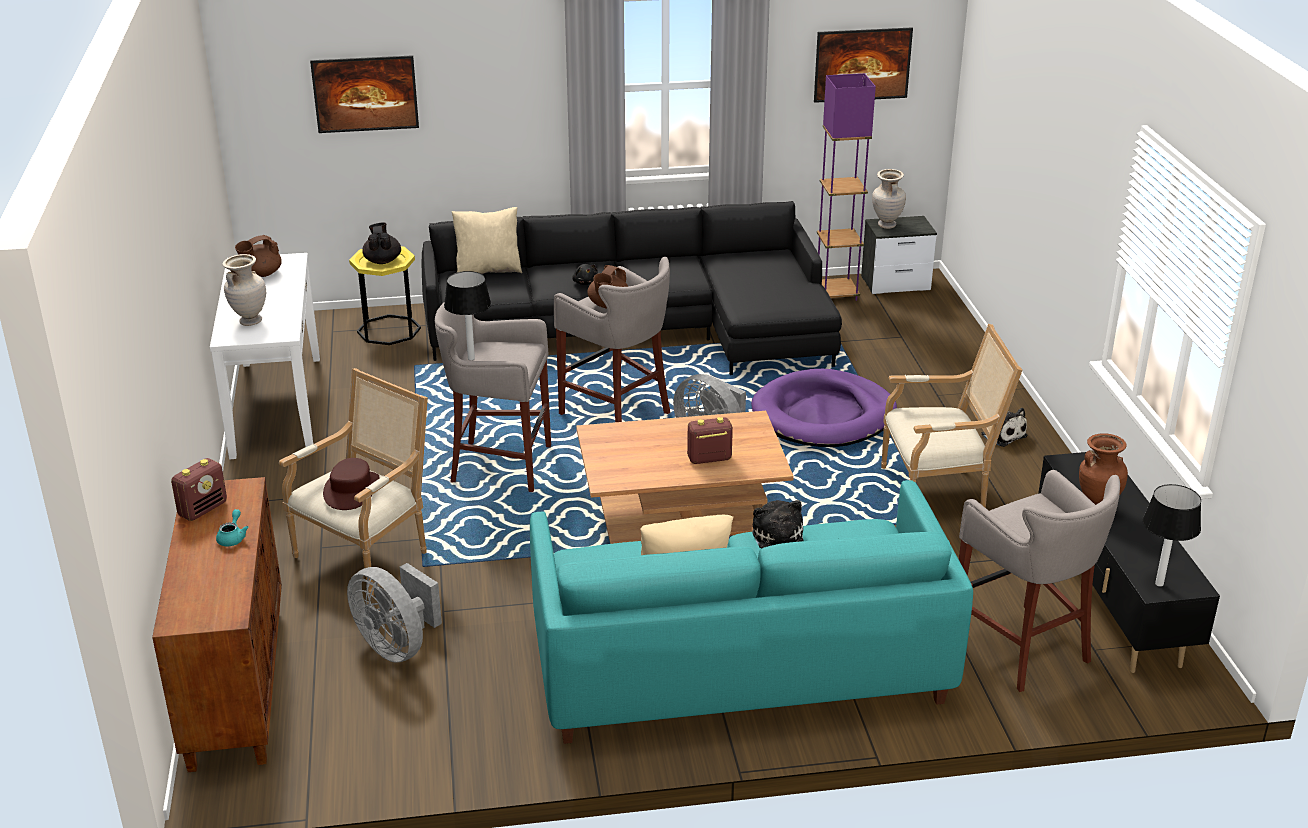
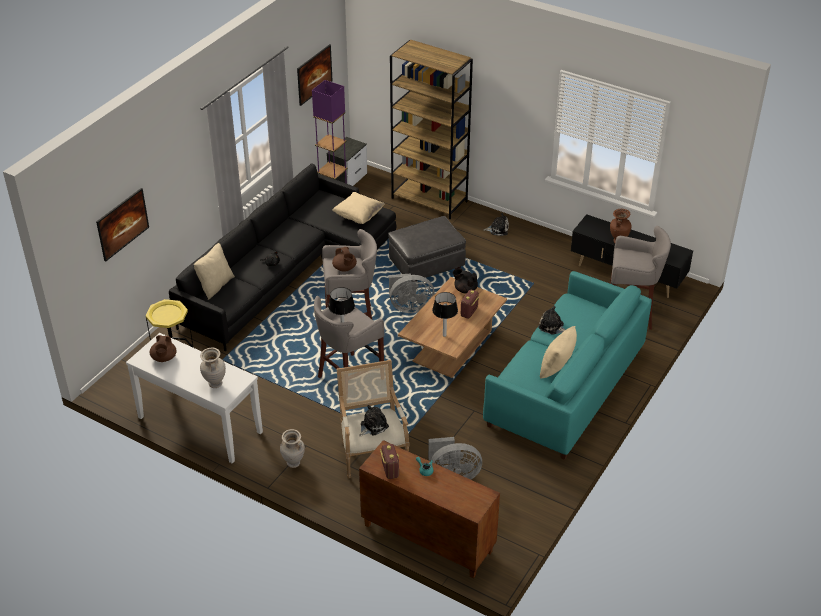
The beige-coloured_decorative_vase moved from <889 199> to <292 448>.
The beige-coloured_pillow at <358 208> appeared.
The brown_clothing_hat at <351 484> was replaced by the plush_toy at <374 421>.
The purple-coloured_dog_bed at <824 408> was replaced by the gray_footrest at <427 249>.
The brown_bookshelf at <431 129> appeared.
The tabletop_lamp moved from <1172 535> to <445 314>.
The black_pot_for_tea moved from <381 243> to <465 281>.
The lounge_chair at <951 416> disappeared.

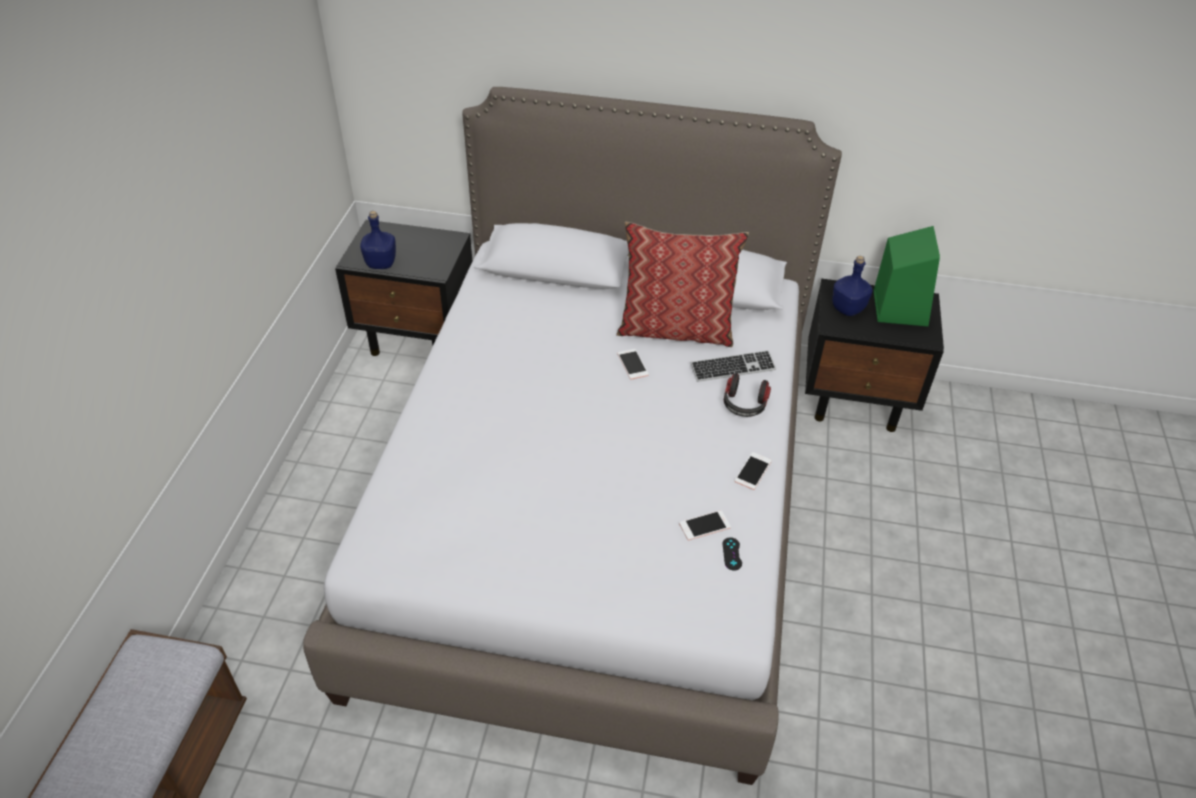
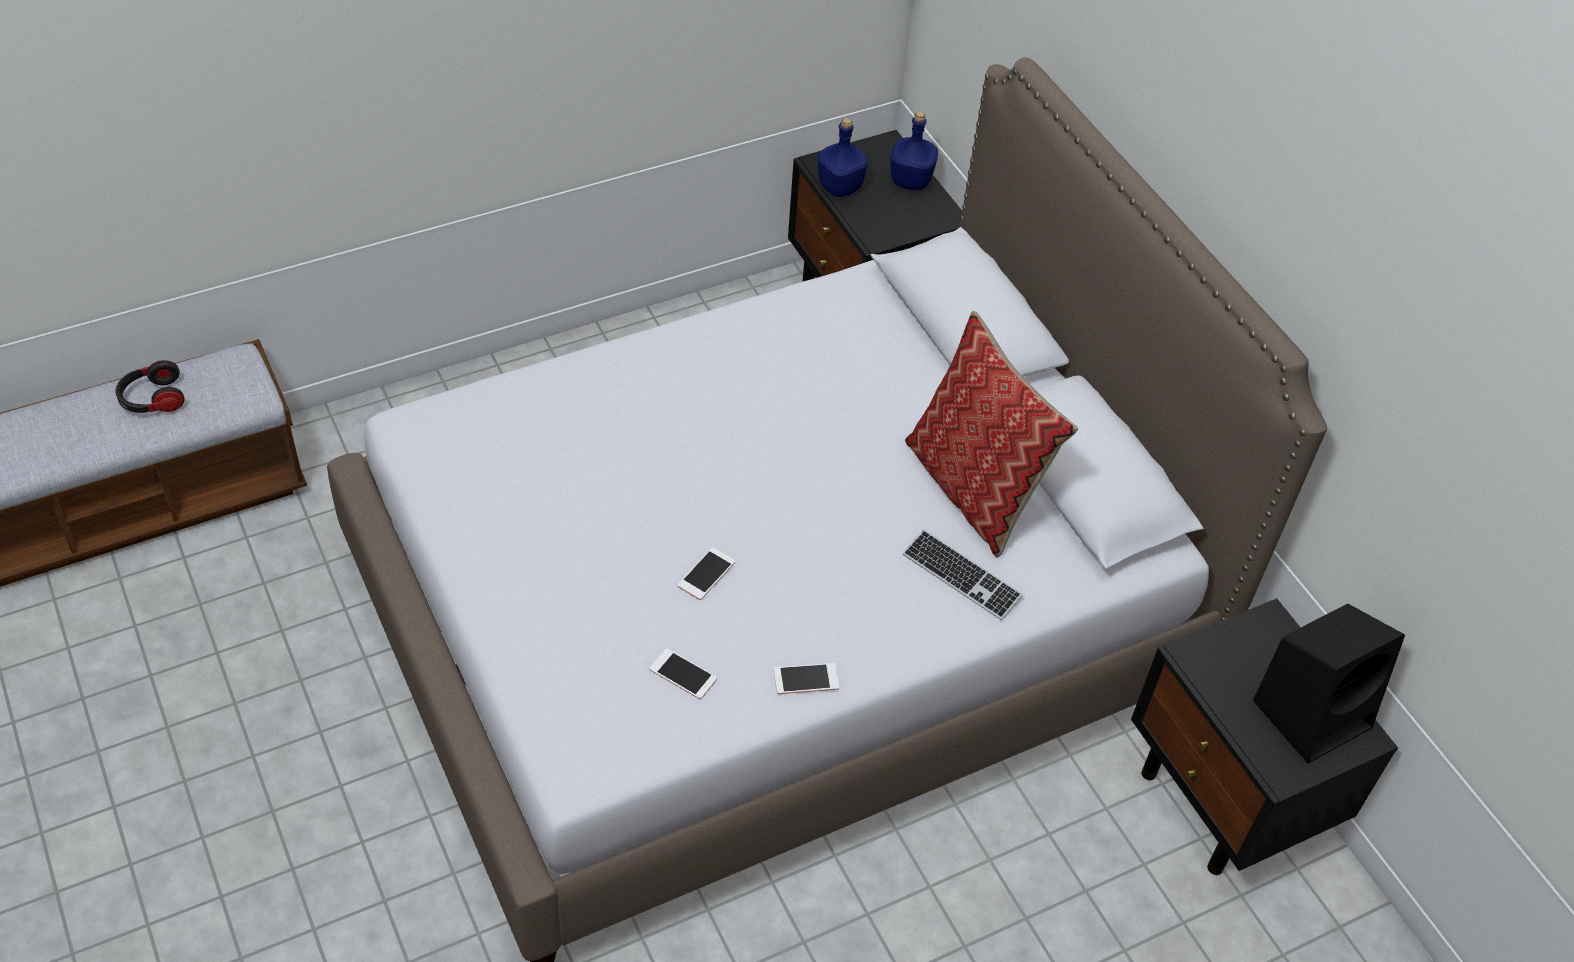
The pair_of_headphones moved from <747 395> to <150 386>.
The phone moved from <633 364> to <706 573>.
The blue_drink_bottle moved from <852 286> to <914 151>.
The greenish_speaker at <907 276> became the black_speaker at <1329 683>.
The black_game_controller at <732 554> disappeared.

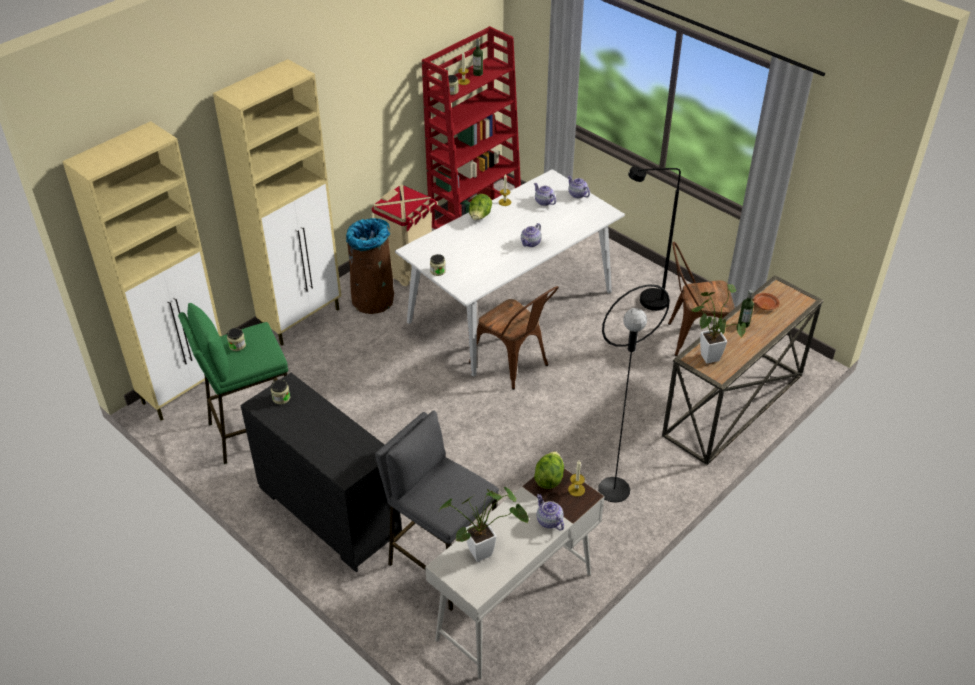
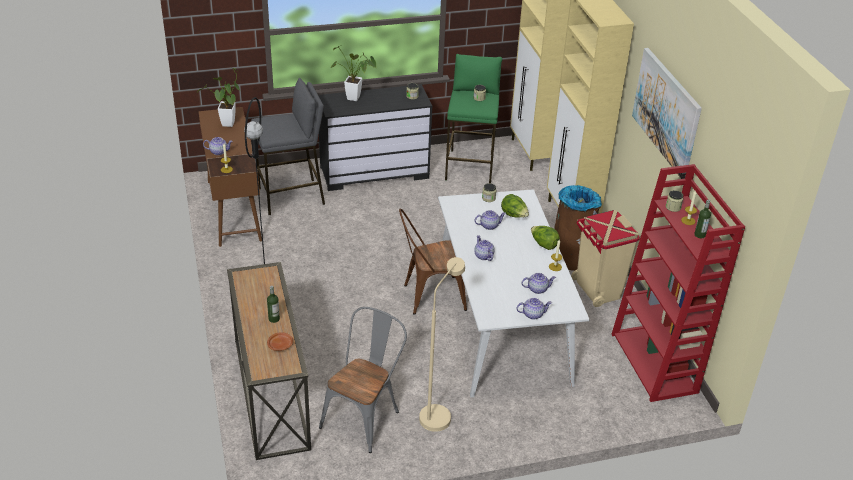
The white-coloured_desk at <514 573> became the brown_desk at <230 177>.
The brown_chair at <701 299> became the gray_chair at <363 380>.
The houseplant moved from <718 323> to <353 73>.
The black_standing_lamp at <654 238> became the beige-coloured_standing_lamp at <442 344>.
The pot_for_tea at <490 220> appeared.
The lettuce moved from <549 470> to <515 206>.
The wall_art at <667 113> appeared.

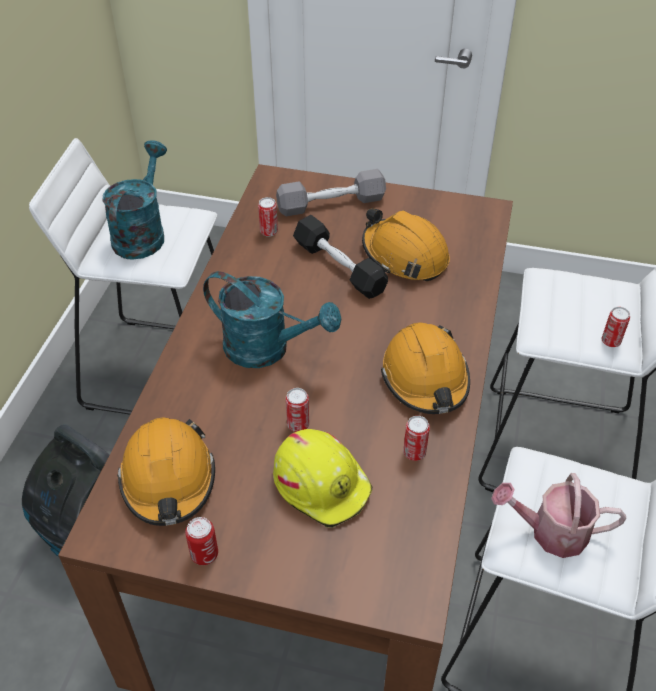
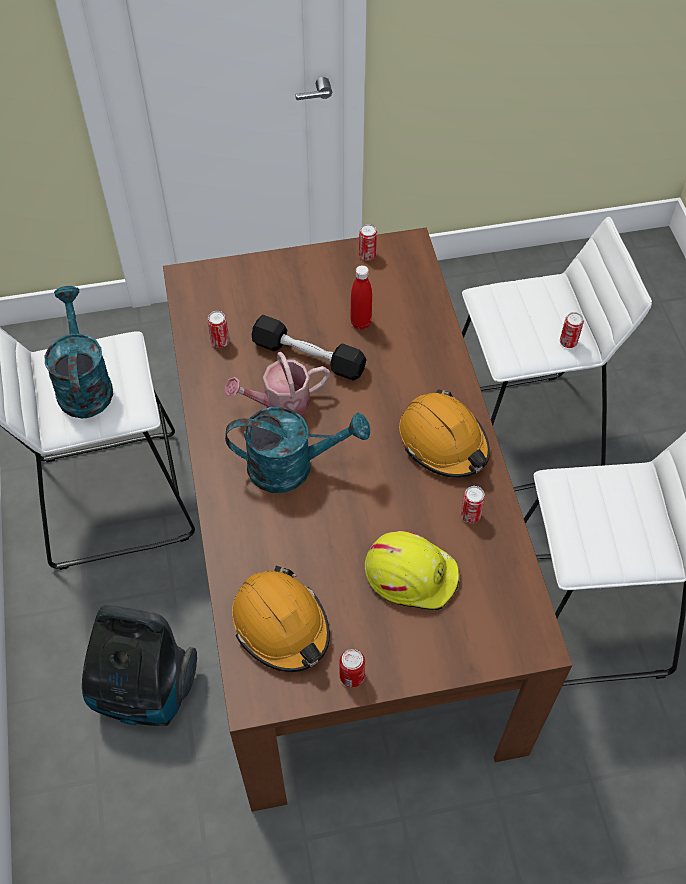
The sprinkling_can moved from <558 515> to <277 384>.
The orange_hard_hat at <406 244> was replaced by the red-coloured_drink_bottle at <361 297>.
The metal_can moved from <297 410> to <368 242>.
The gray_hand_weight at <331 192> disappeared.

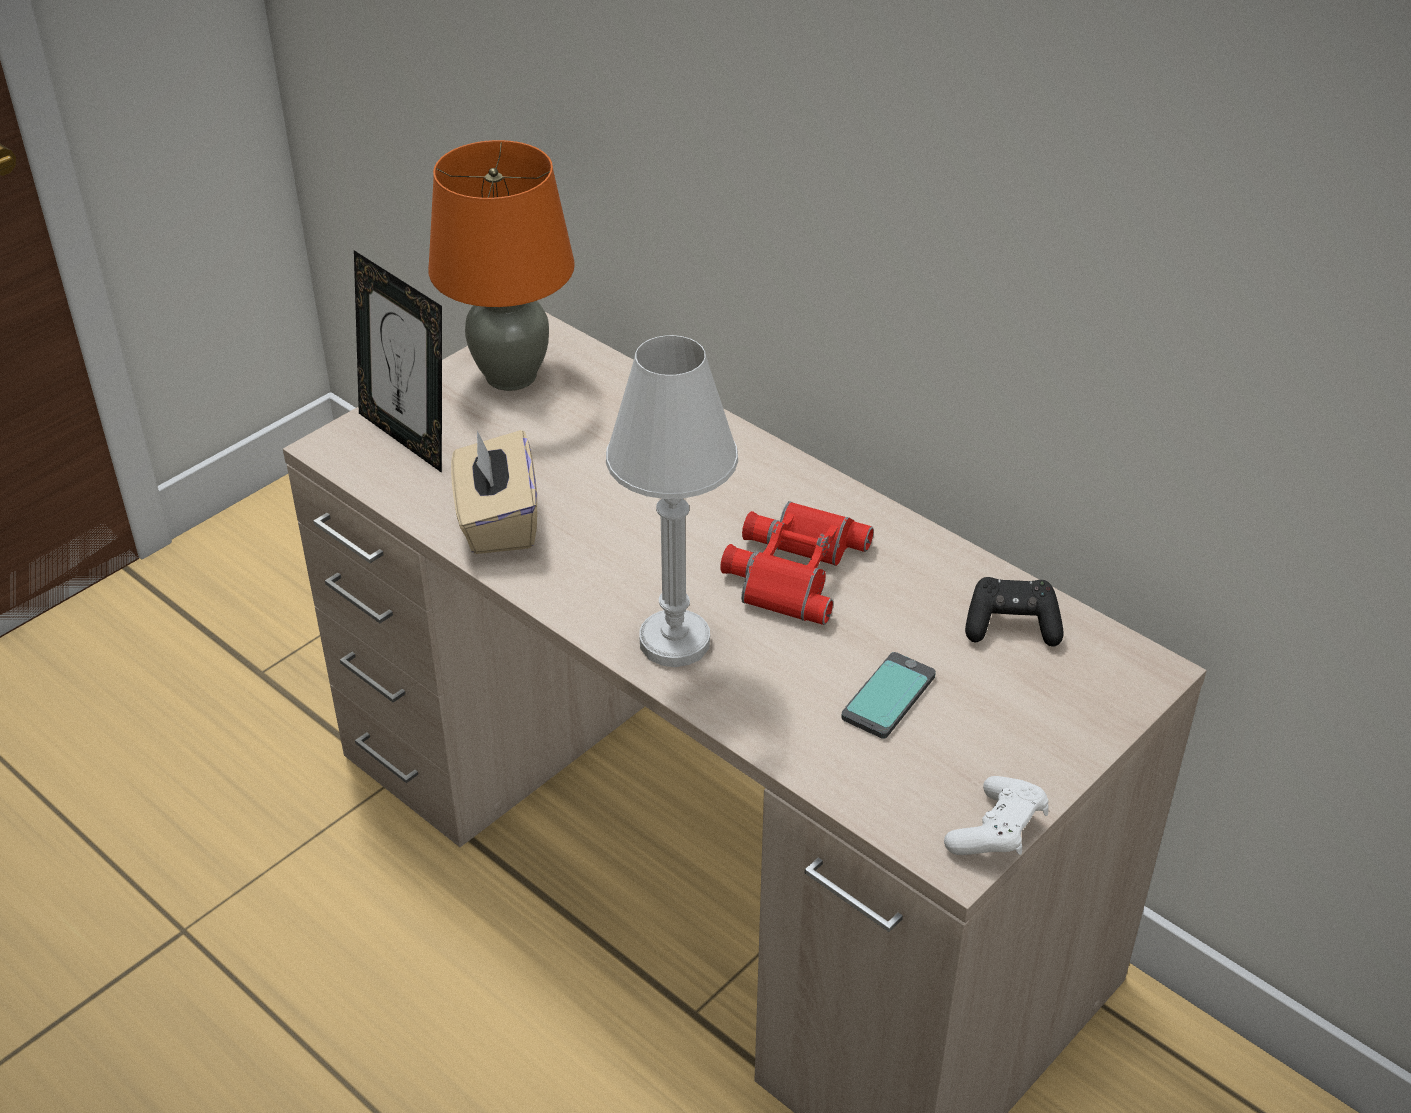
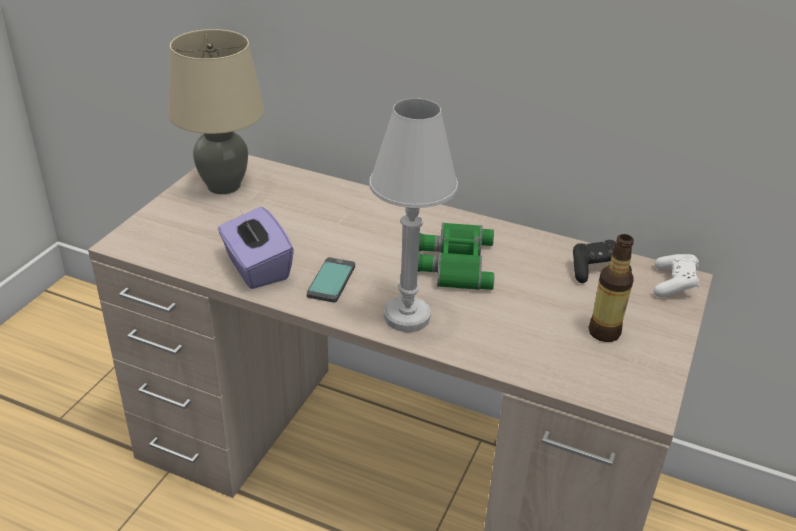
The orange_tabletop_lamp at <501 265> became the beige-coloured_tabletop_lamp at <216 111>.
The beige-coloured_box_of_tissues at <494 492> became the purple-coloured_box_of_tissues at <256 248>.
The phone moved from <888 695> to <331 280>.
The red-coloured_field_glasses at <797 563> became the greenish_field_glasses at <456 256>.
The drink_bottle at <611 288> appeared.
The white-coloured_game_controller moved from <996 815> to <676 276>.
The photo_frame at <398 361> disappeared.

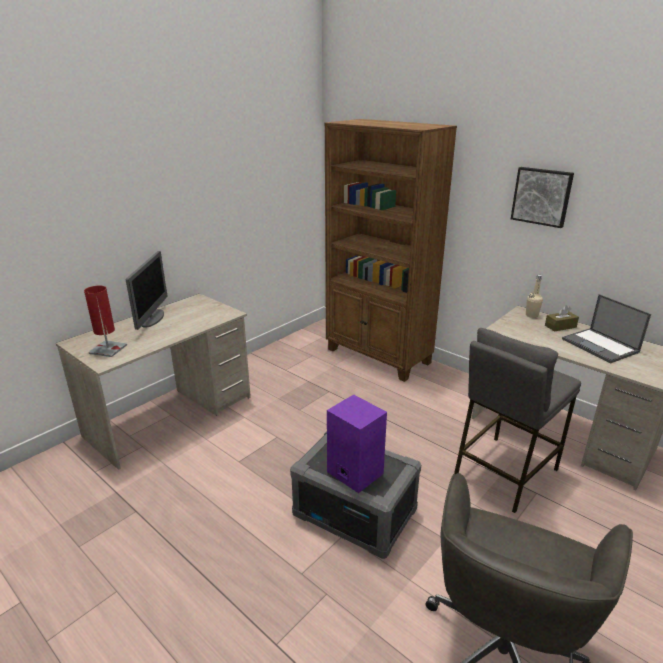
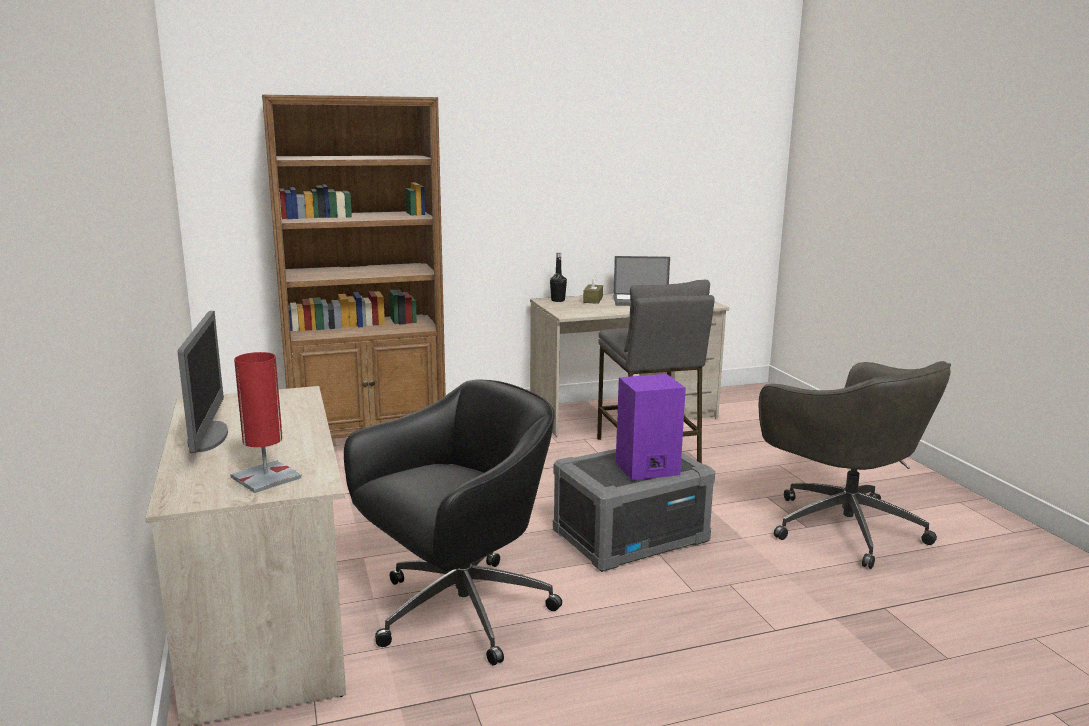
The computer_screen at <146 290> turned 45 degrees clockwise.
The black_desk_chair at <453 522> appeared.
The beige-coloured_drink_bottle at <534 296> became the black_drink_bottle at <558 277>.
The wall_art at <542 197> disappeared.

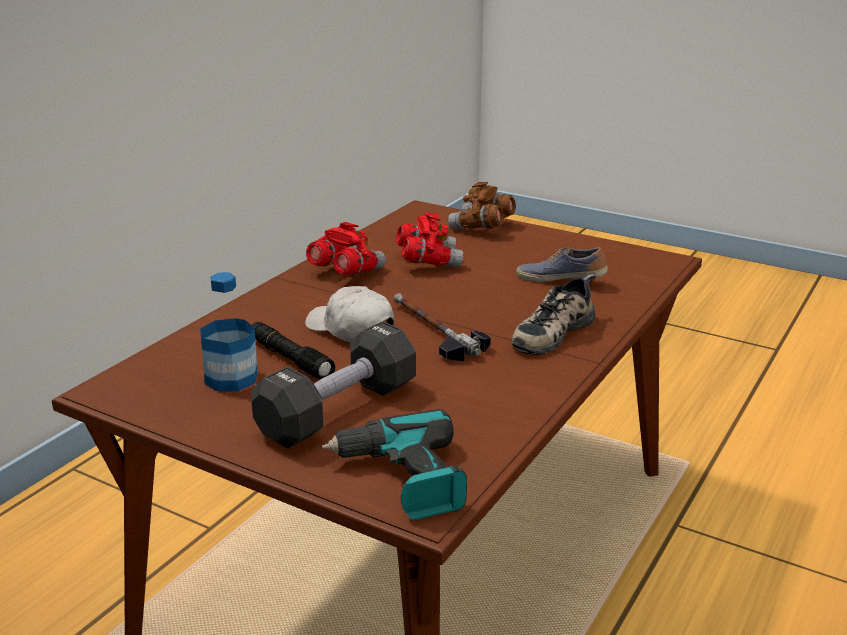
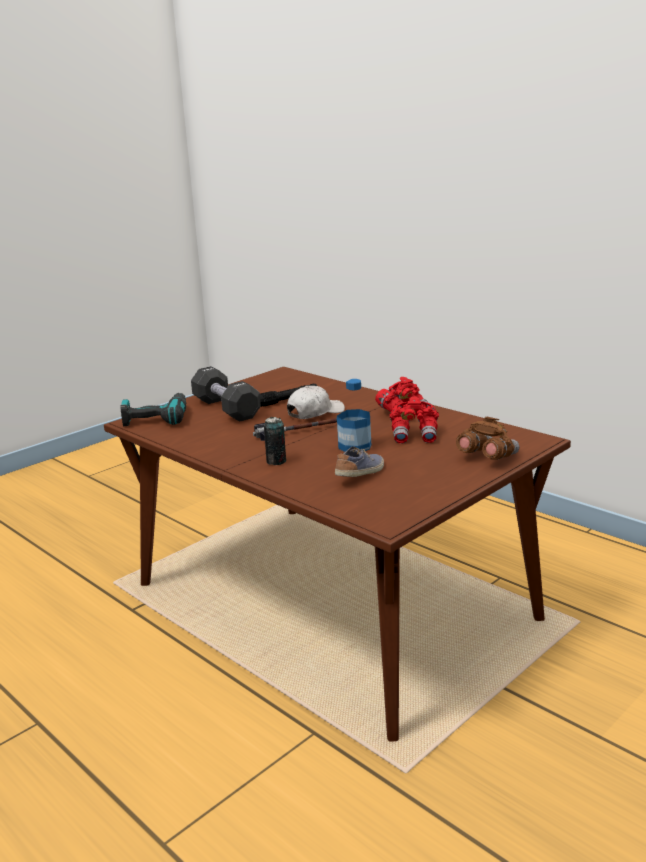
The item_of_footwear at <553 314> was replaced by the metal_can at <275 441>.
The drink_bottle moved from <229 332> to <354 415>.

